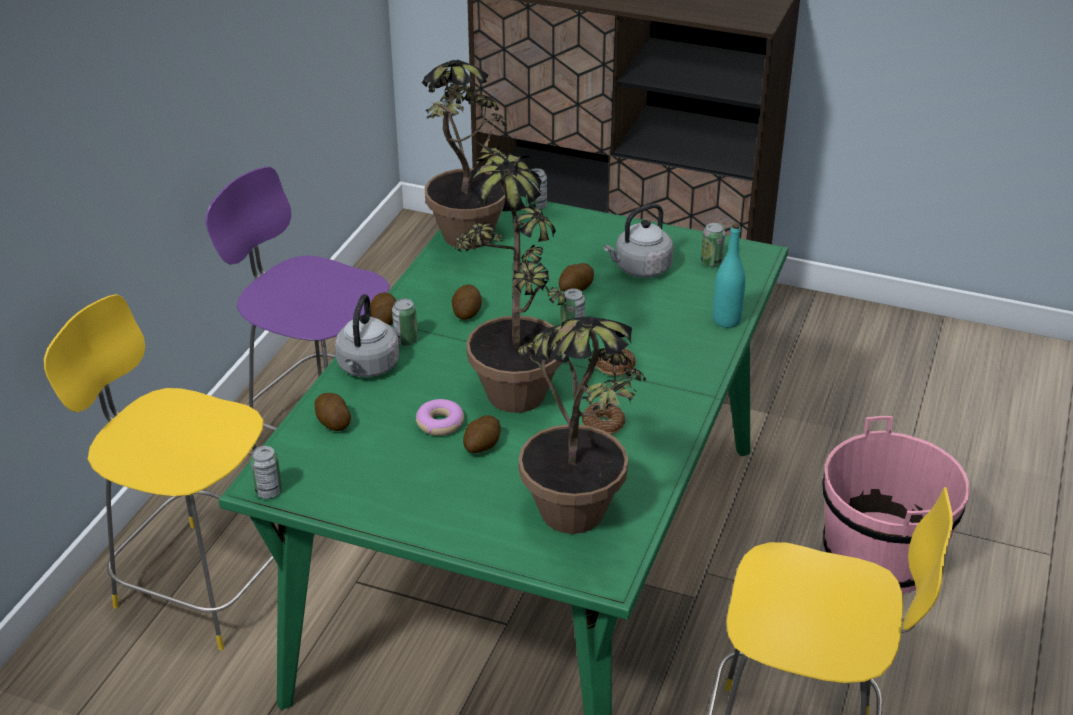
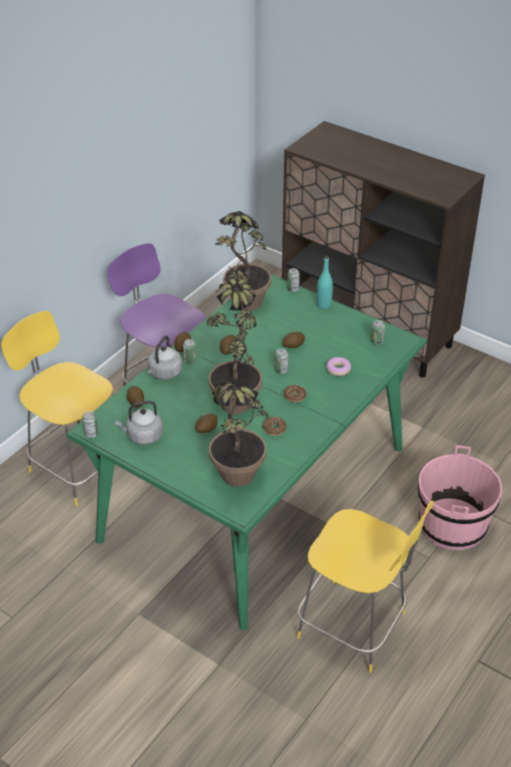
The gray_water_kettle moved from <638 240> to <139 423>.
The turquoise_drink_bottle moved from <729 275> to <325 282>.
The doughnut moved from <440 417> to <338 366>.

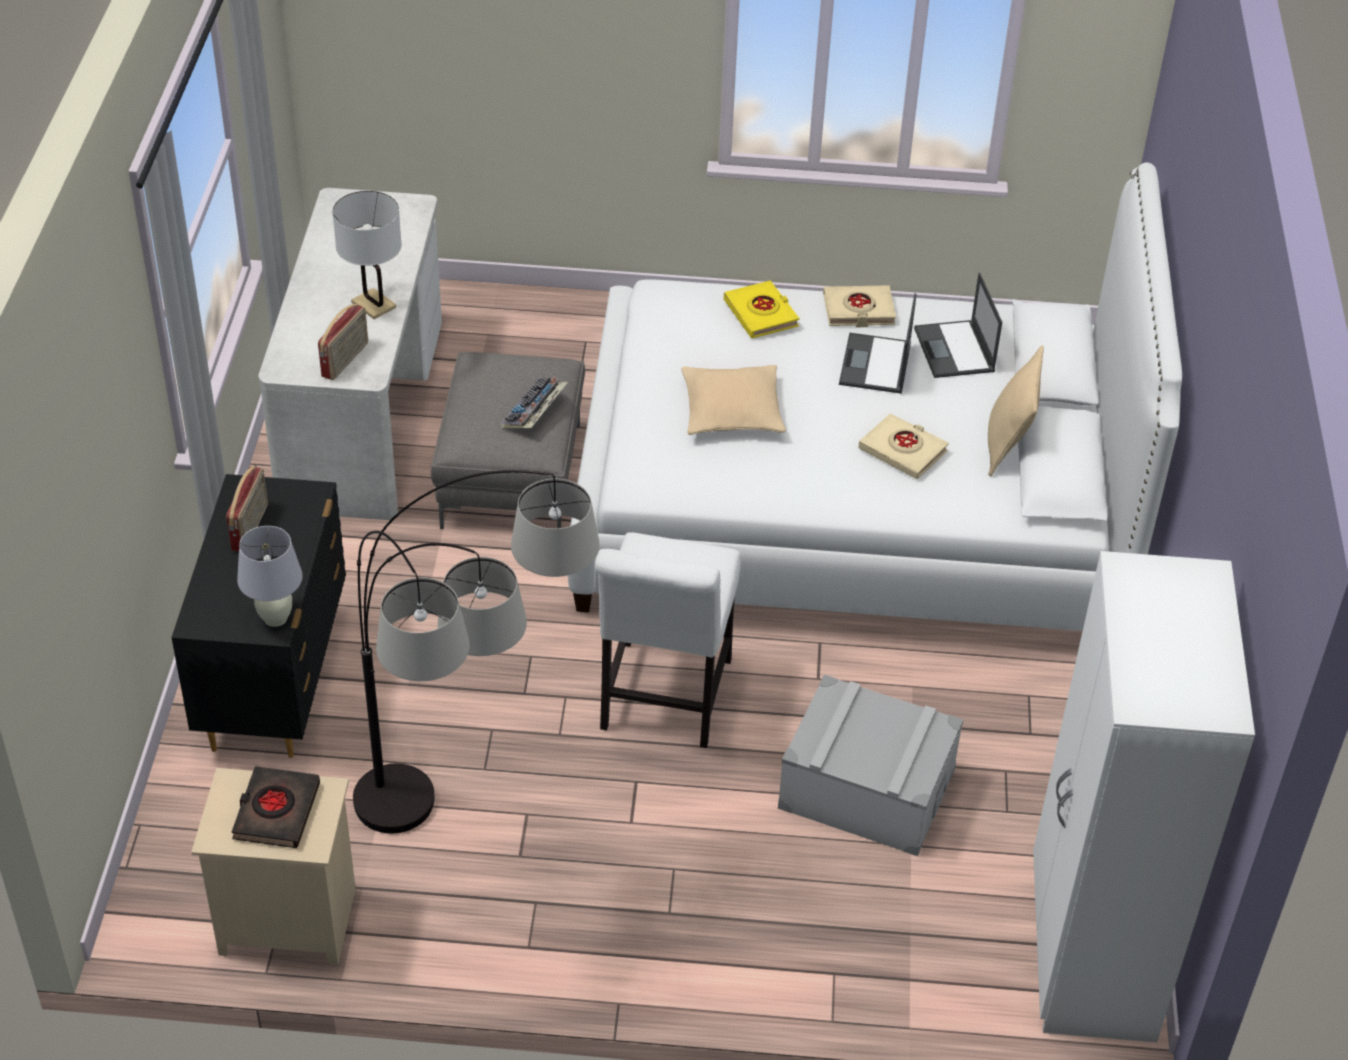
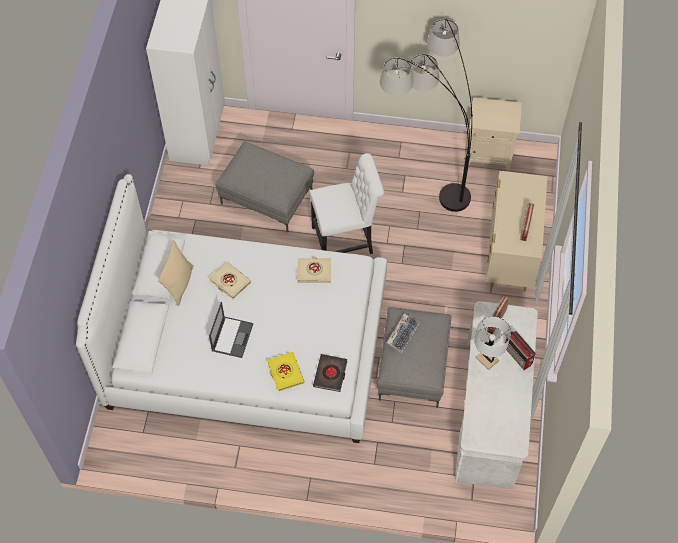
The gray_storage_box at <871 765> was replaced by the gray_footrest at <265 186>.
The beige-coloured_bound_book moved from <859 306> to <314 270>.
The white-coloured_chair at <668 640> turned 60 degrees clockwise.
The black_bound_book moved from <276 807> to <330 373>.
The black_drawer_chest at <258 616> became the beige-coloured_drawer_chest at <516 231>.
The radio_receiver at <520 350> appeared.
The white-coloured_tabletop_lamp at <270 576> disappeared.
The beige-coloured_pillow at <733 400> disappeared.
The notebook_computer at <958 325> disappeared.

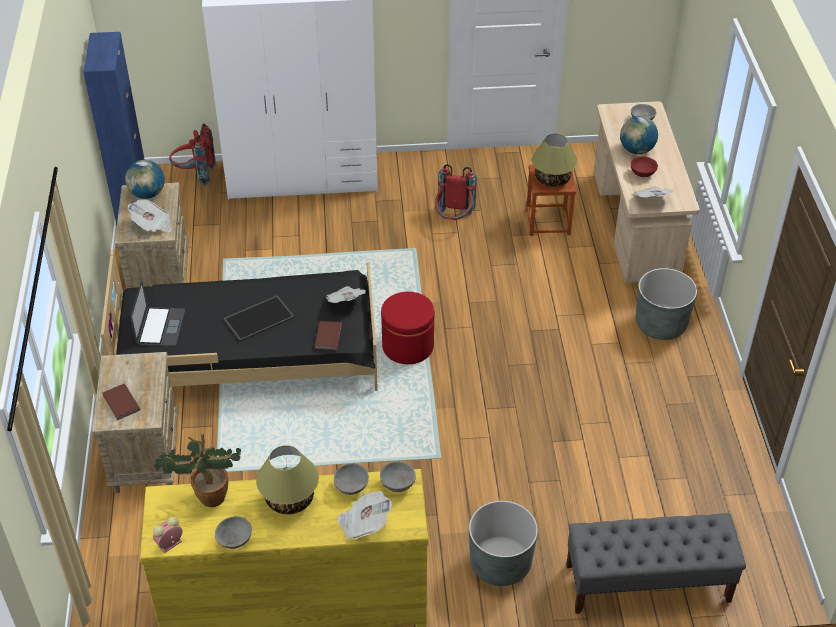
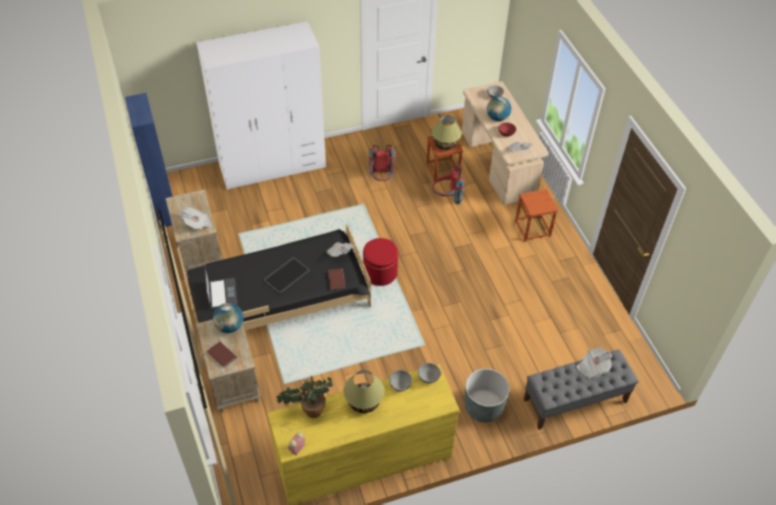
The desk_globe moved from <145 179> to <228 318>.
The red-coloured_knapsack moved from <193 154> to <448 183>.
The gray_planter at <666 304> was replaced by the brown_stool_seat at <536 215>.
The printed_paper moved from <364 515> to <594 363>.
The gray_bowl at <233 532> disappeared.

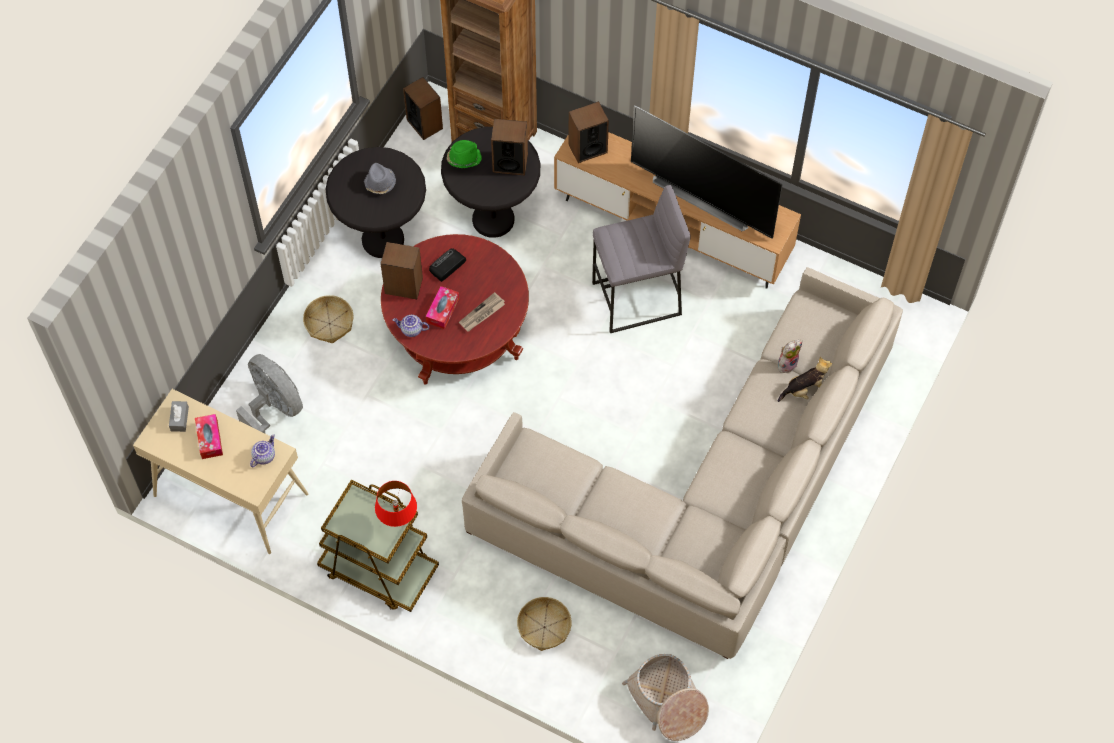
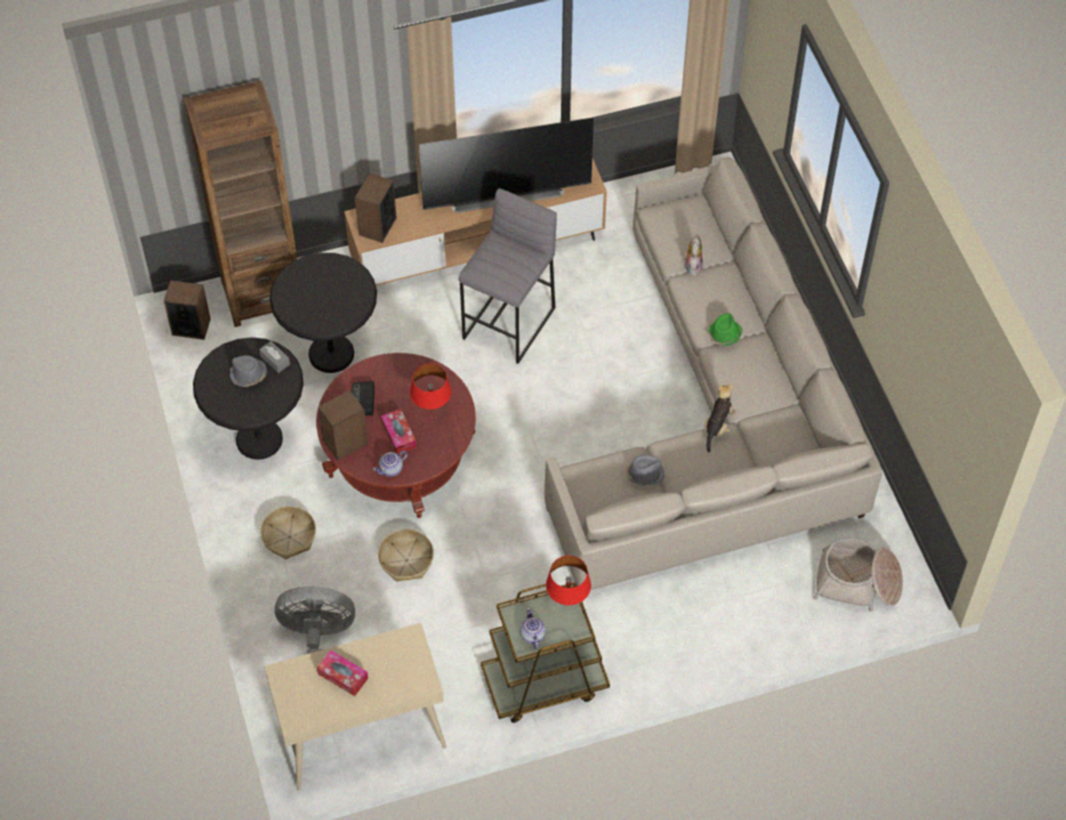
The gray_box_of_tissues moved from <179 416> to <274 357>.
The storage_basket moved from <544 624> to <406 555>.
The printed_paper at <482 311> was replaced by the red-coloured_tabletop_lamp at <430 386>.
The pot_for_tea moved from <262 450> to <533 628>.
The gray_clothing_hat at <645 470> appeared.
The plush_toy moved from <805 379> to <720 417>.
The greenish_clothing_hat moved from <464 154> to <724 329>.
The speaker at <509 147> disappeared.

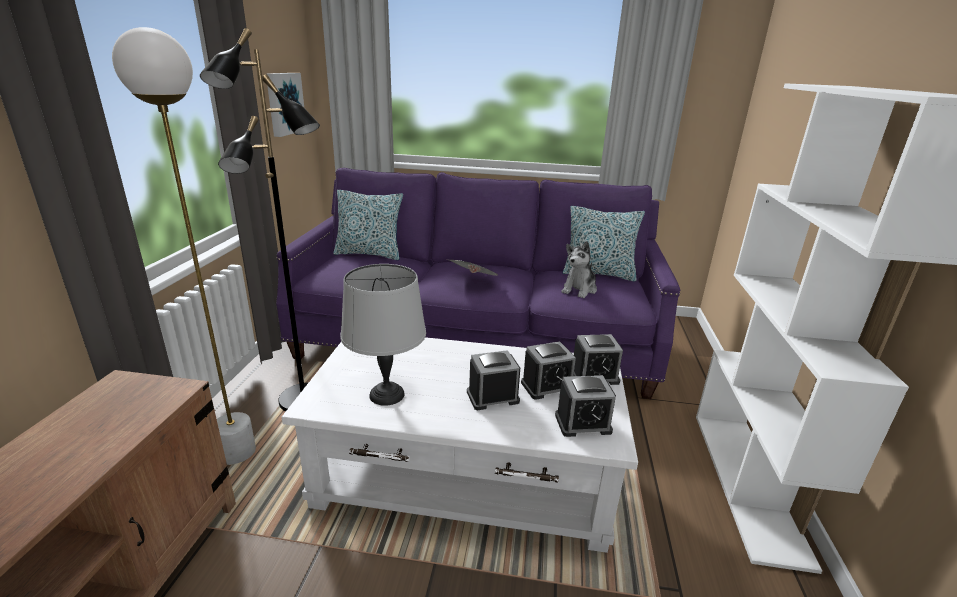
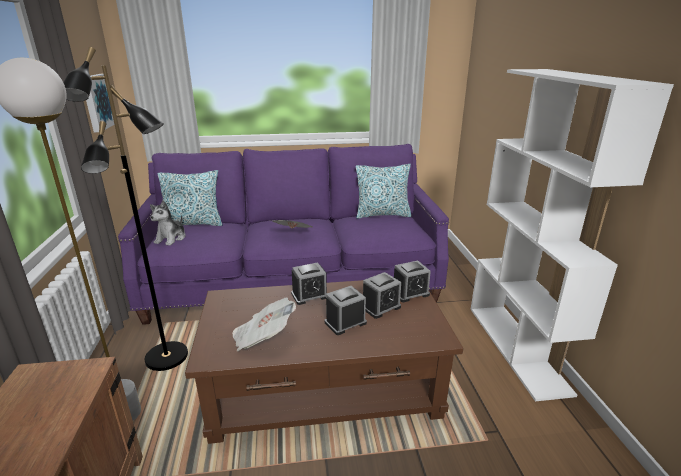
The plush_toy moved from <579 269> to <168 223>.
The white-coloured_coffee_table at <460 445> became the brown_coffee_table at <324 362>.
The gray_tabletop_lamp at <383 335> was replaced by the printed_paper at <264 324>.
The table_clock moved from <585 406> to <309 283>.

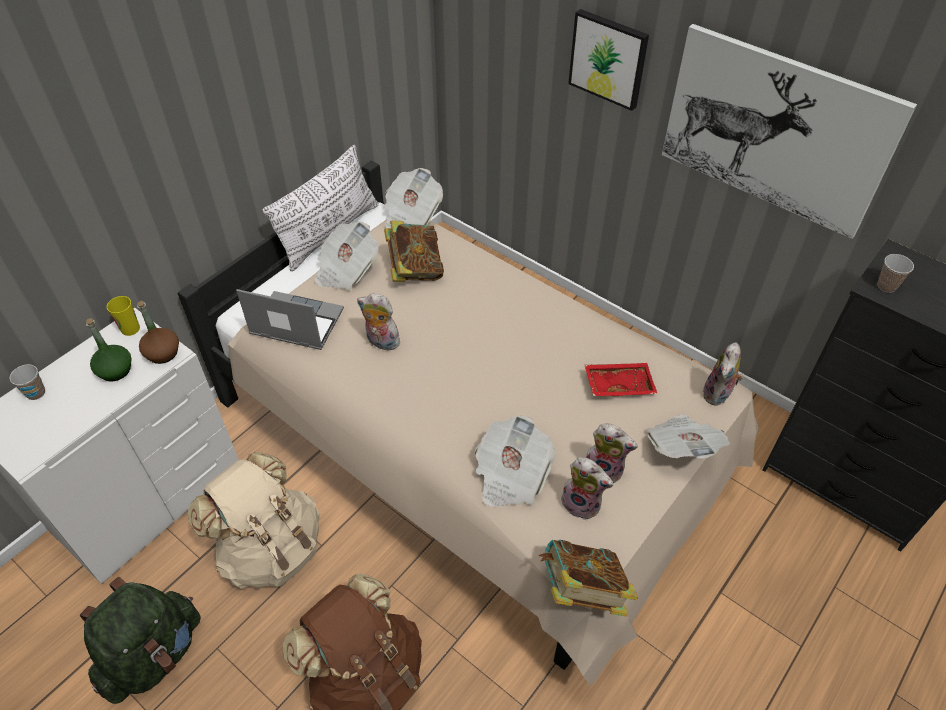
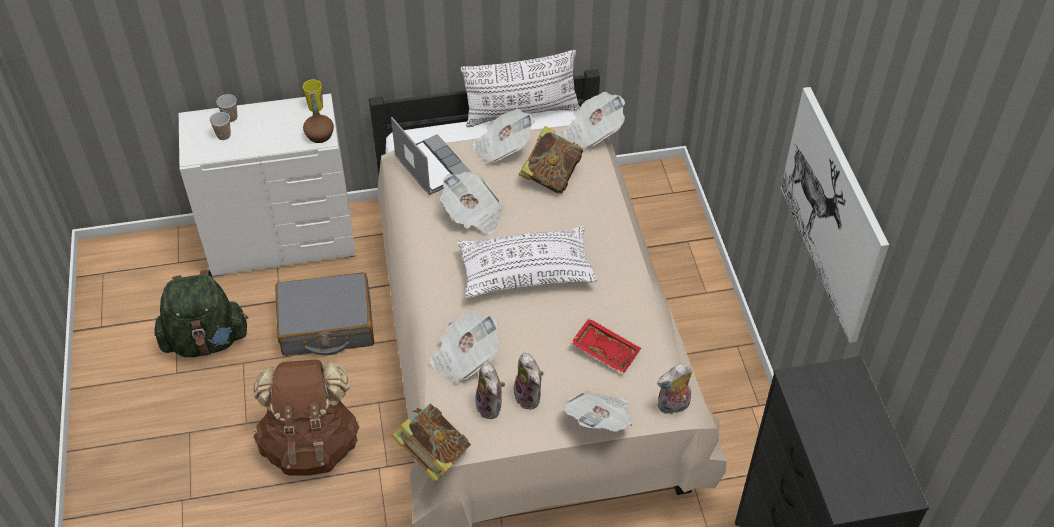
The cup moved from <895 273> to <220 126>.
The beige-coloured_knapsack at <254 520> was replaced by the gray_travel_case at <325 314>.
The plush_toy at <378 322> was replaced by the printed_paper at <472 203>.
The white-coloured_pillow at <527 262> appeared.
The greenish_drink_bottle at <109 349> disappeared.
The wall_art at <608 60> disappeared.

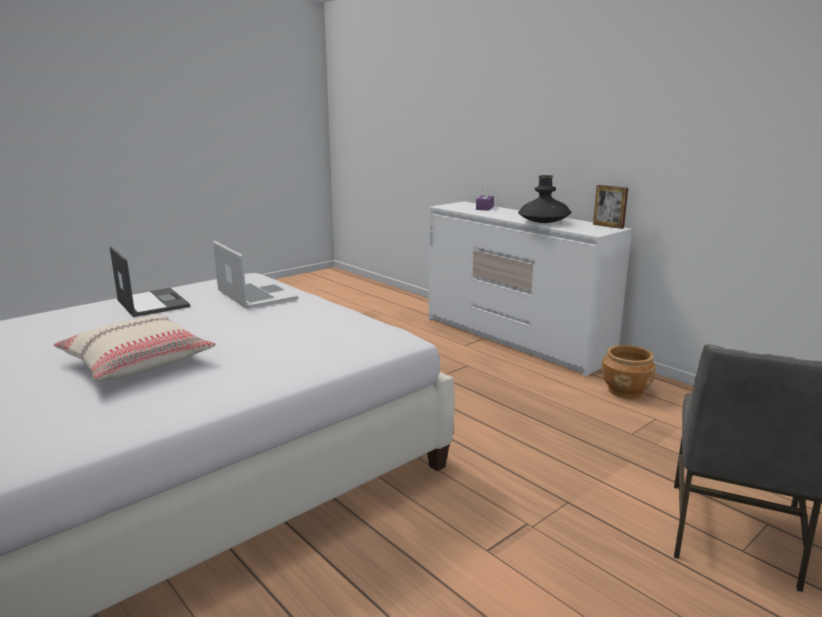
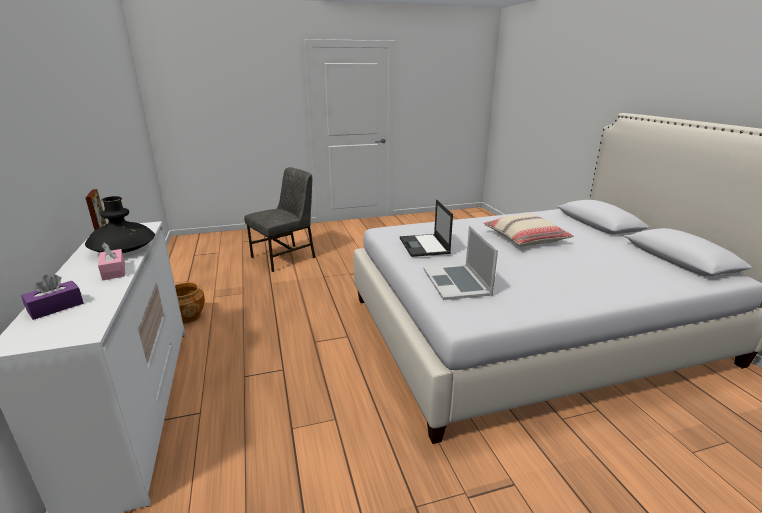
The pink-coloured_box_of_tissues at <111 261> appeared.
The notebook_computer moved from <150 282> to <426 228>.

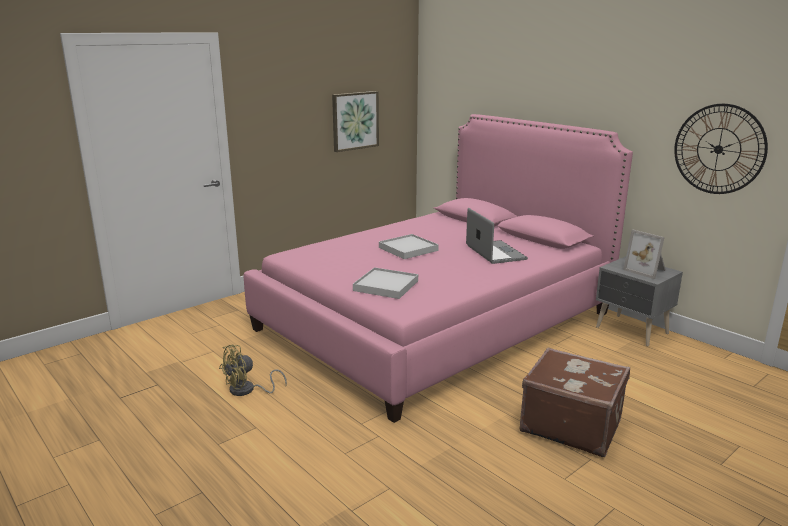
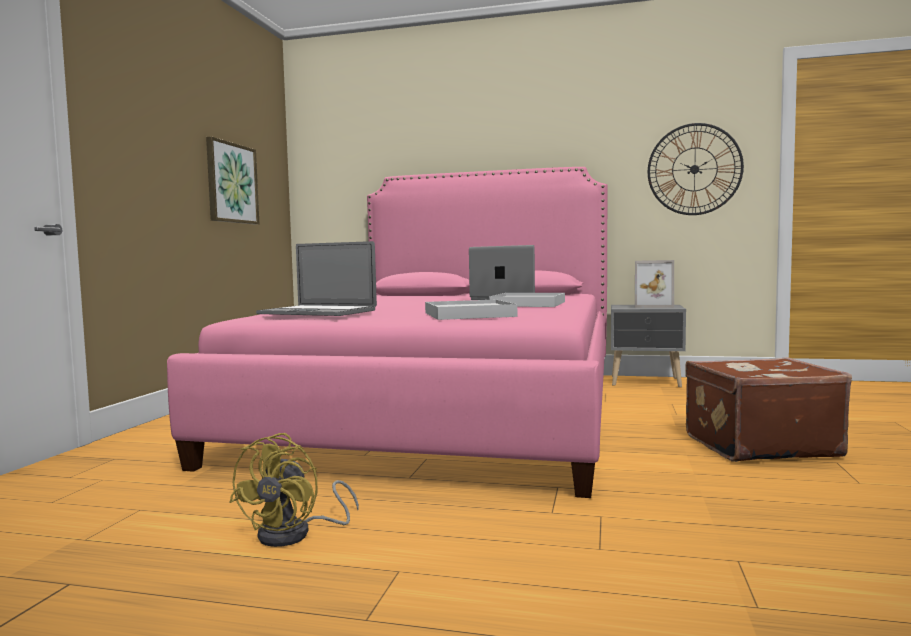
The notebook_computer at <316 278> appeared.
The white-coloured_serving_tray moved from <409 246> to <527 300>.

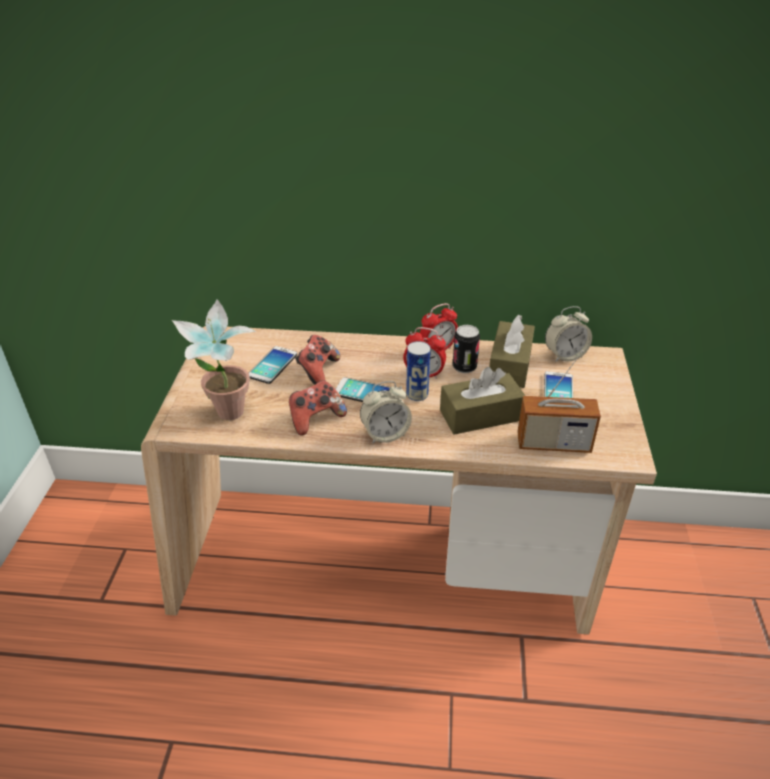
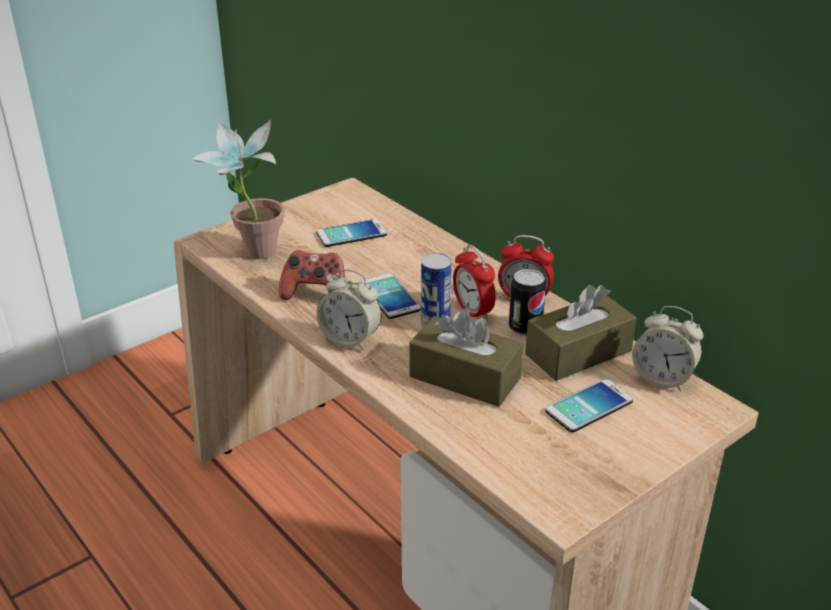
The game_controller at <317 360> disappeared.
The radio_receiver at <559 401> disappeared.

